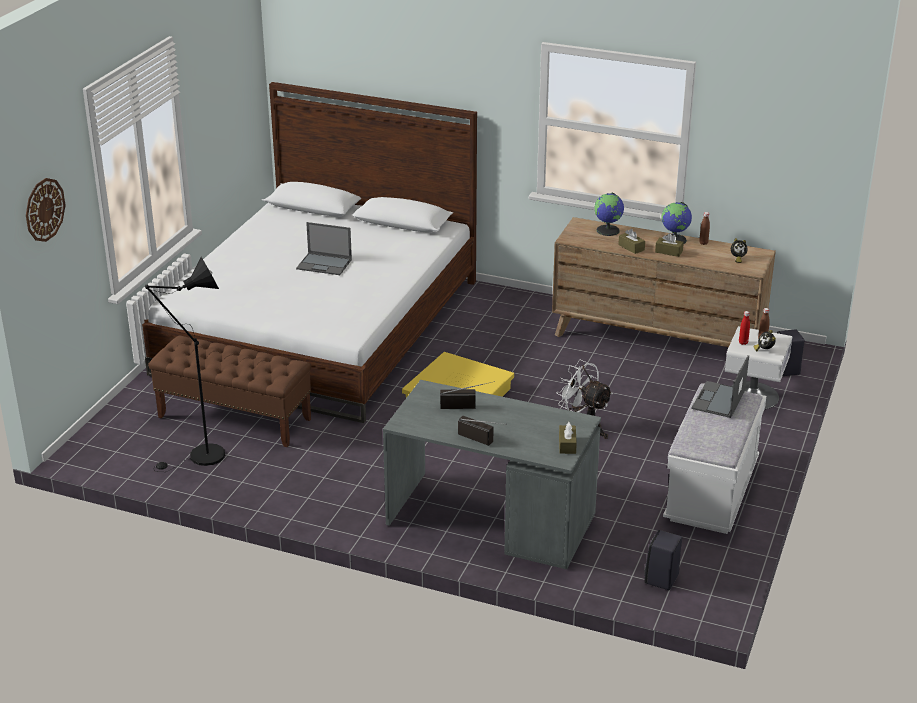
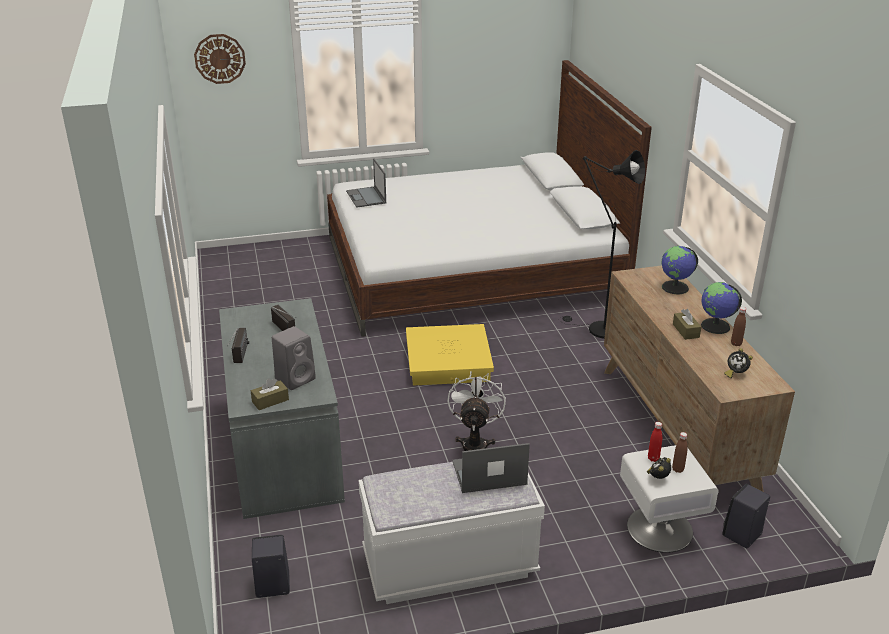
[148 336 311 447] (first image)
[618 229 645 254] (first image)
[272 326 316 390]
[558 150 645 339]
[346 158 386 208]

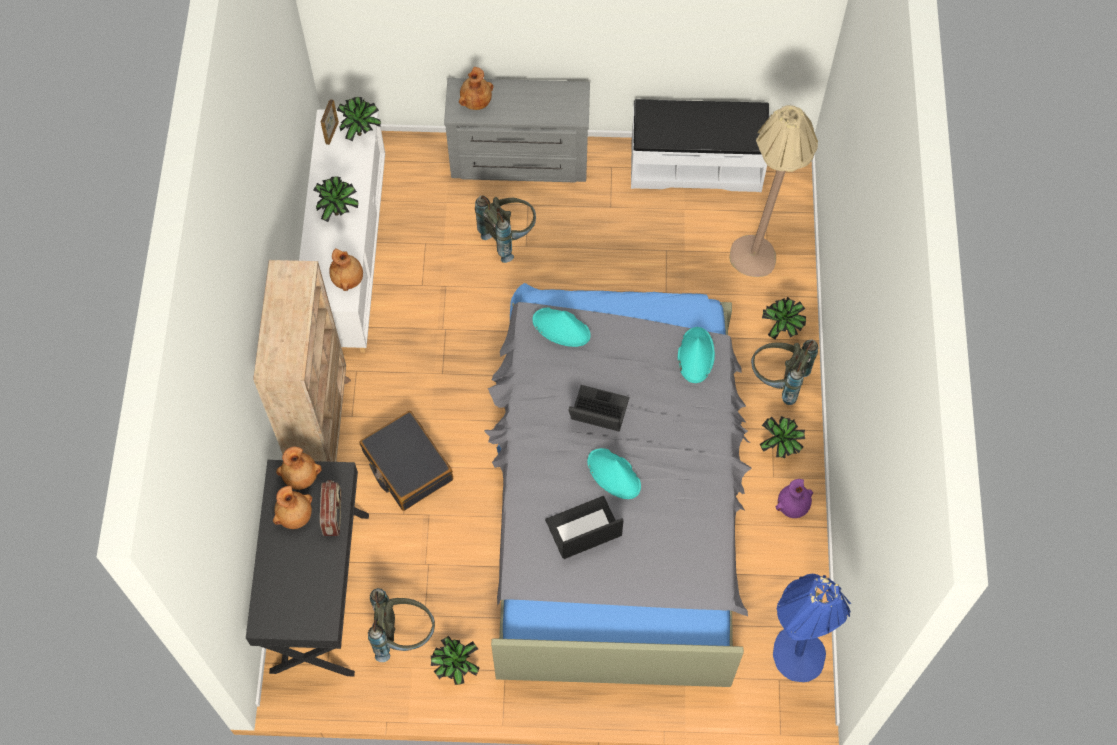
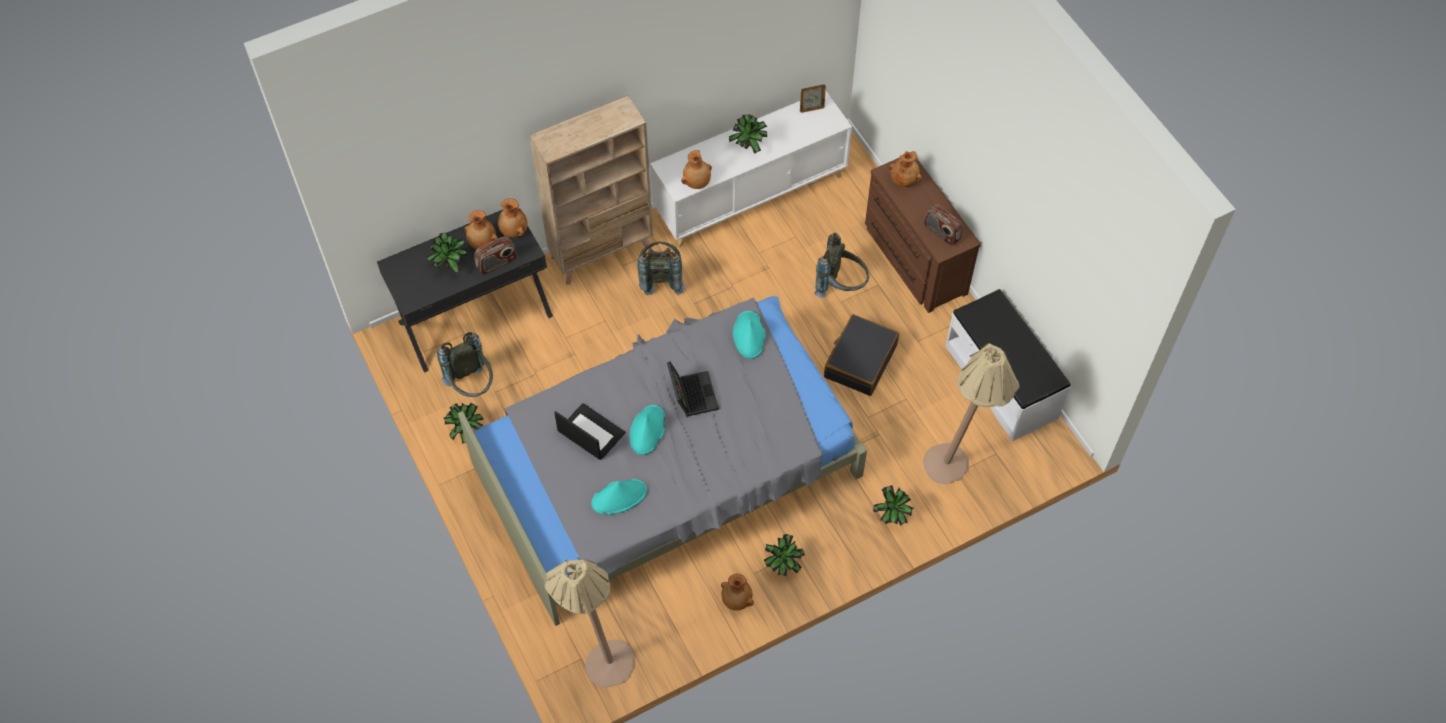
[924 204 962 246]
[427 233 467 274]
[824 314 899 396]
[592 479 647 514]
[638 242 685 295]
[865 158 981 313]
[545 557 635 687]
[721 574 754 611]

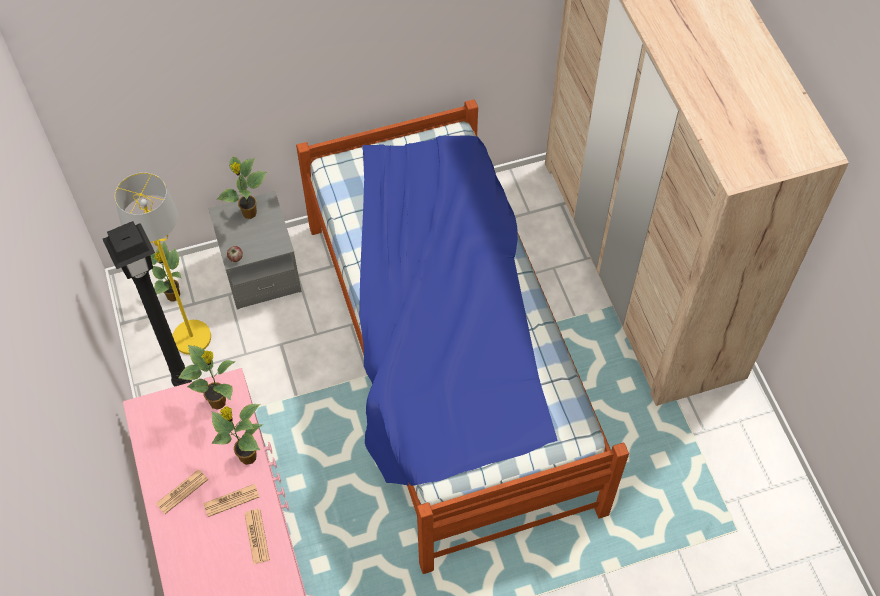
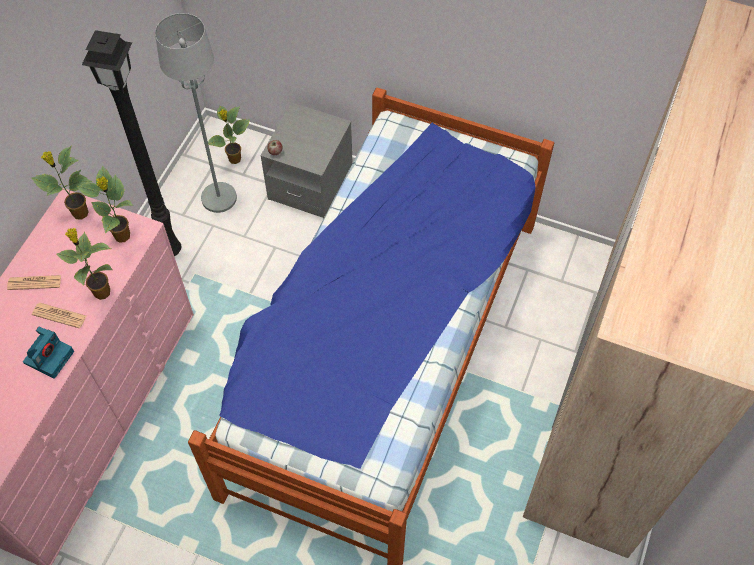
[31 146 92 220]
[23 327 74 379]
[155 13 237 213]

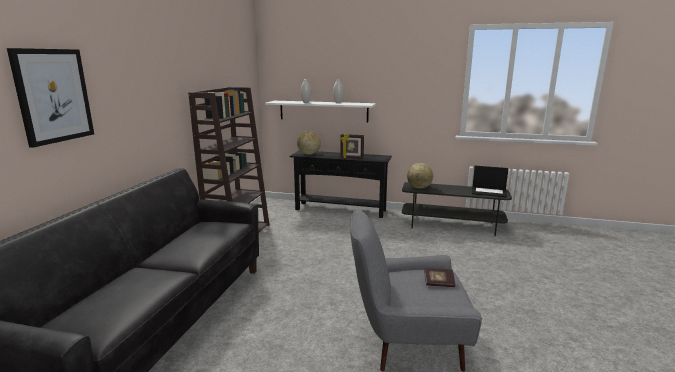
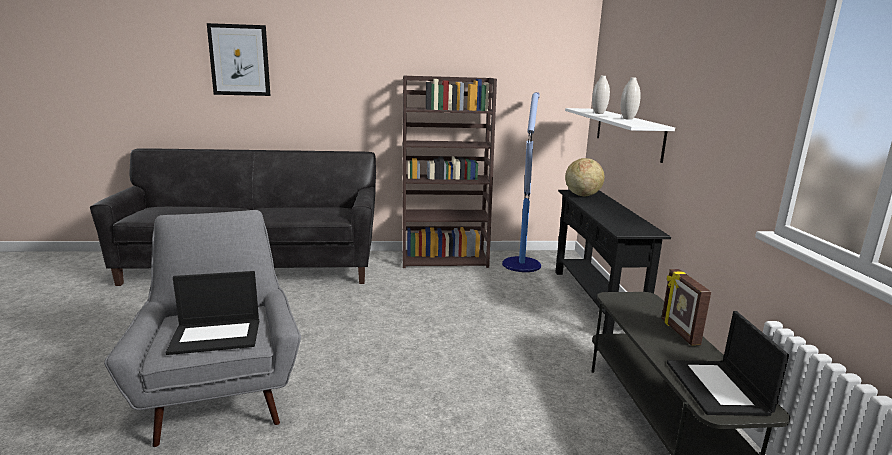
[407 163 433 189] (first image)
[502 92 541 272]
[662 269 711 345]
[166 271 259 355]

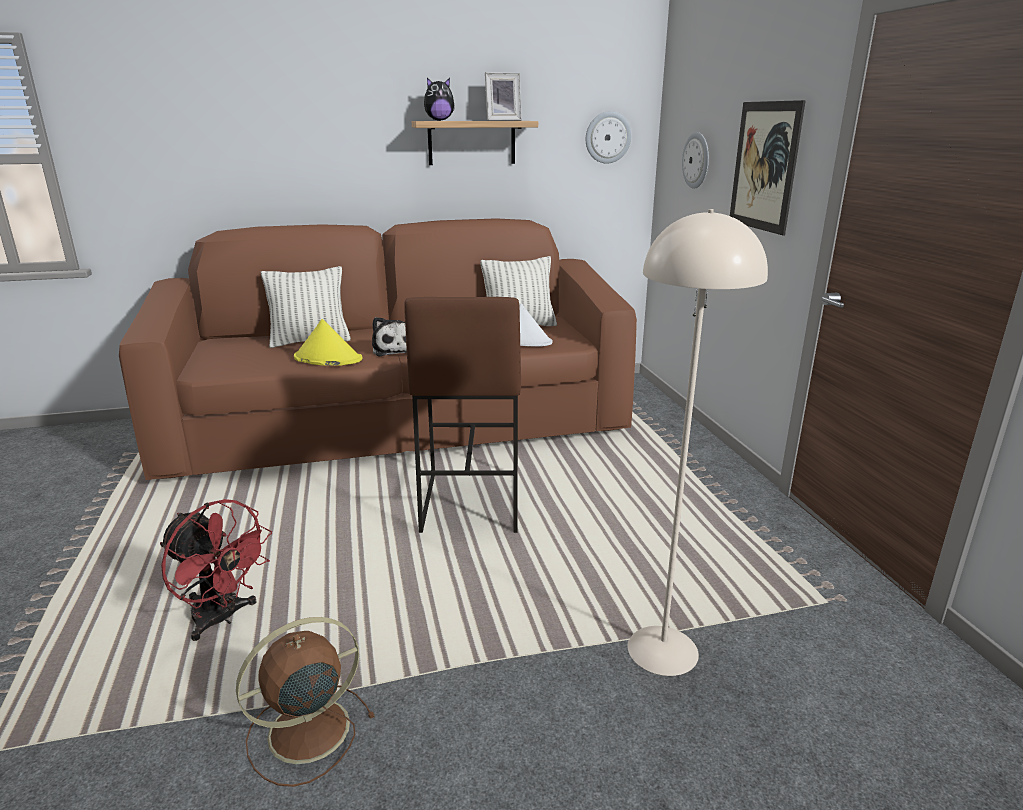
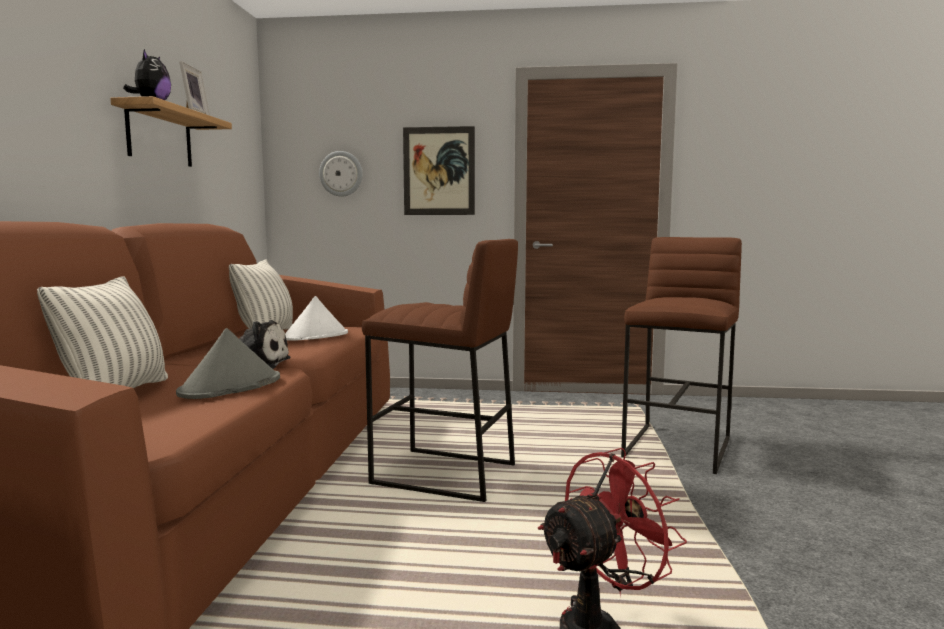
[236 617 375 787] (first image)
[586 111 631 164] (first image)
[621 237 742 474]
[176 328 280 399]

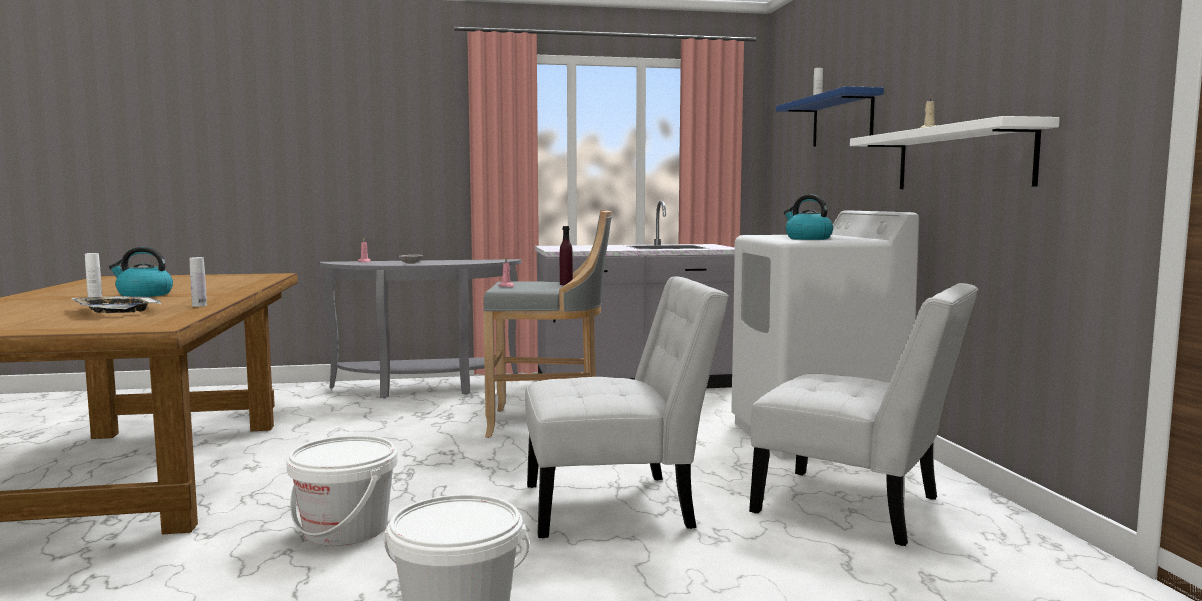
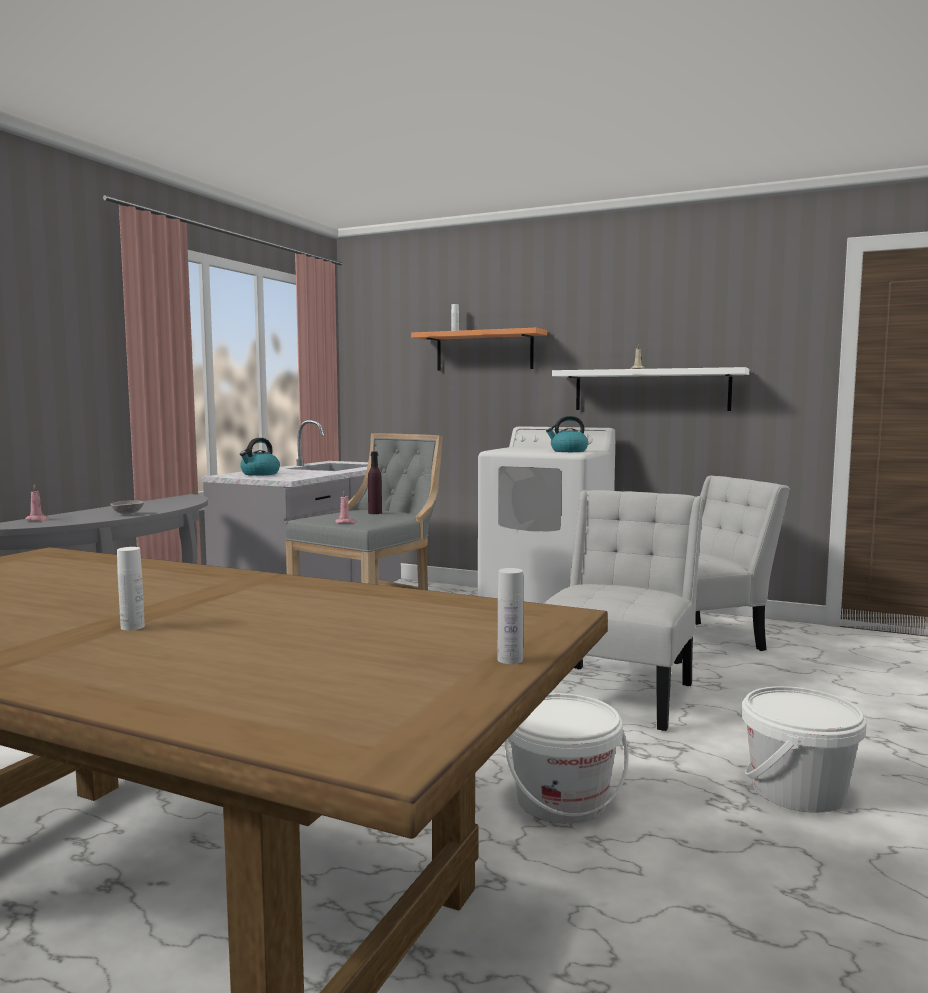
[71 296 161 313] (first image)
[240 438 280 476]
[498 568 524 664]
[411 328 547 371]

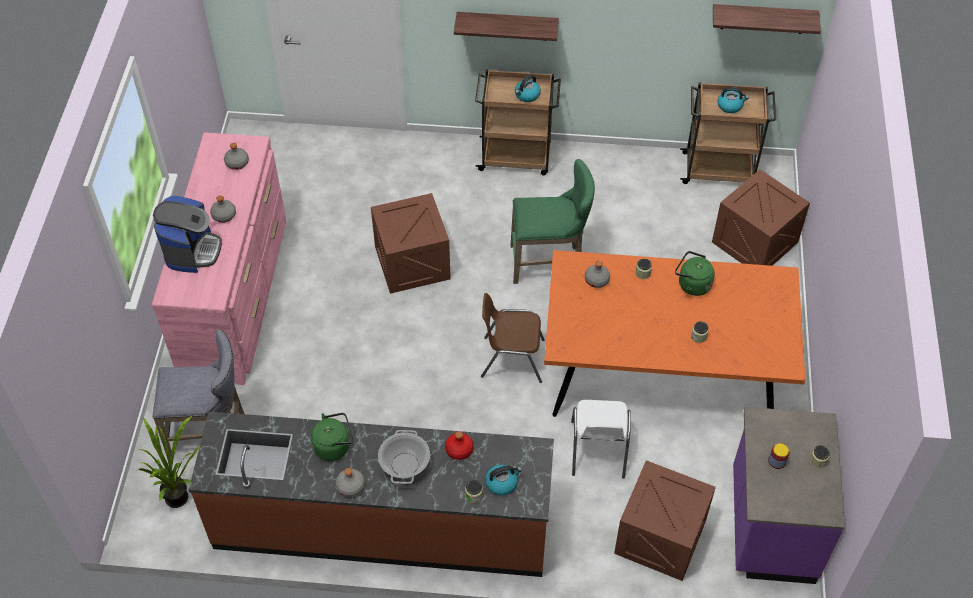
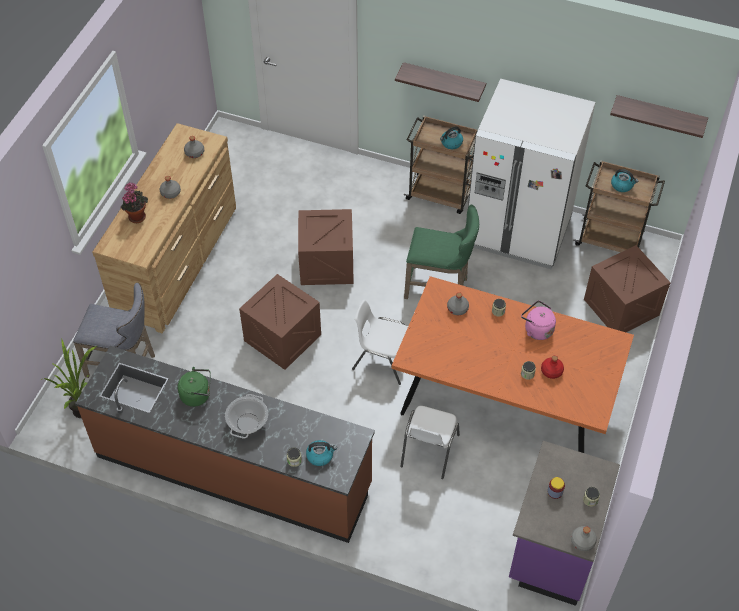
[468 79 596 270]
[571 526 597 551]
[541 355 564 379]
[239 274 321 370]
[121 182 148 223]
[92 123 236 333]
[352 300 408 385]
[521 301 556 340]

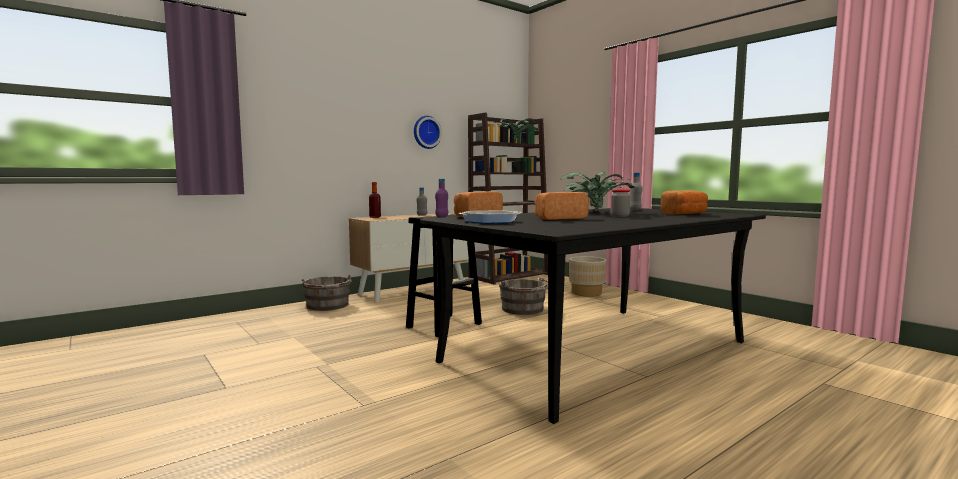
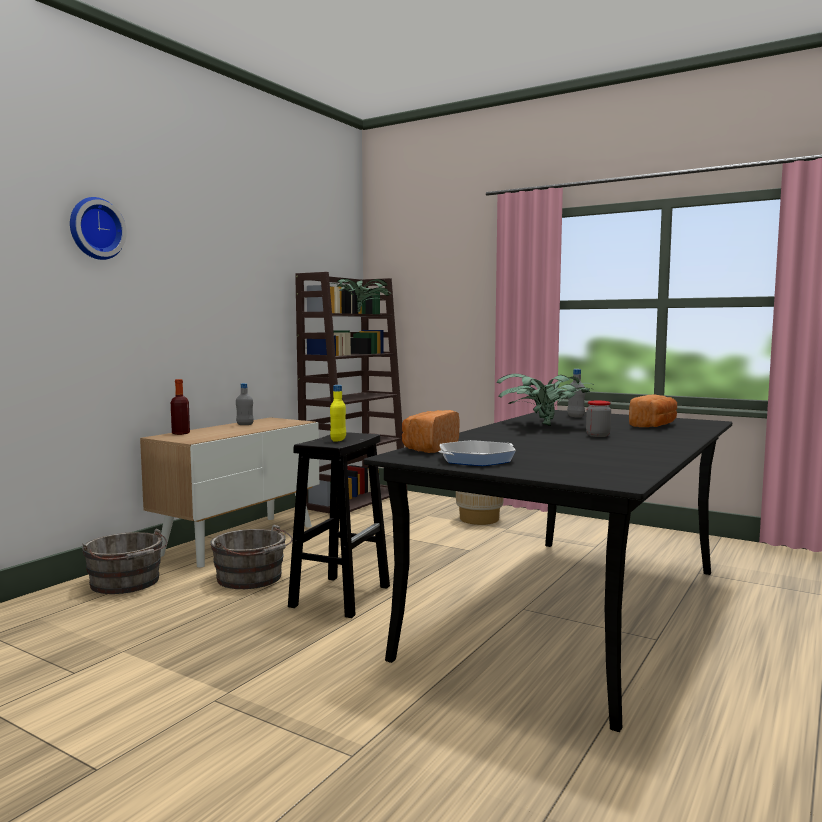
[534 192 589 220] (first image)
[70 197 127 260]
[210 524 293 589]
[330 385 346 442]

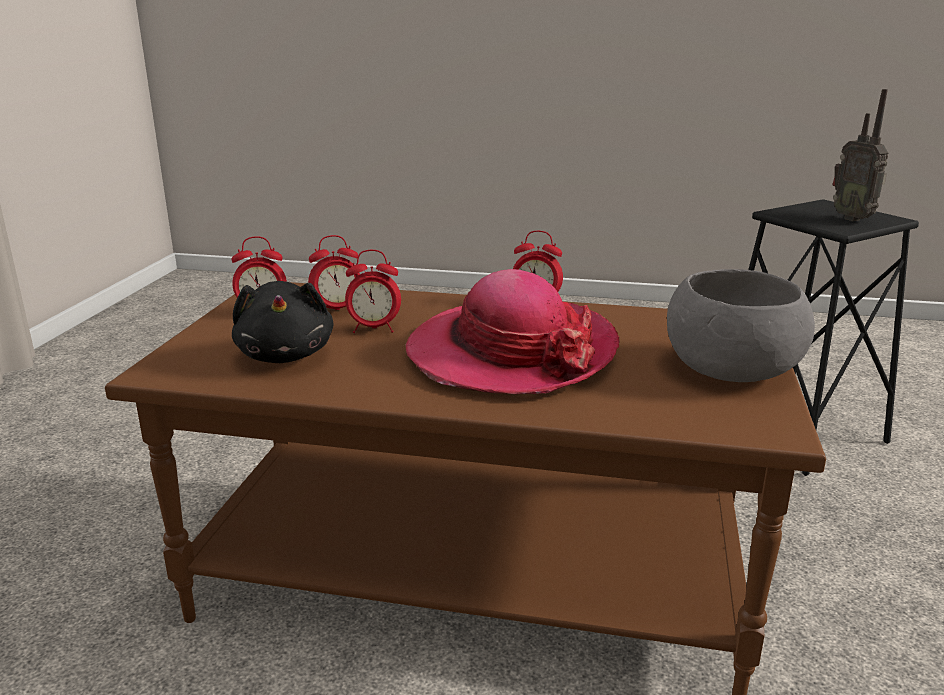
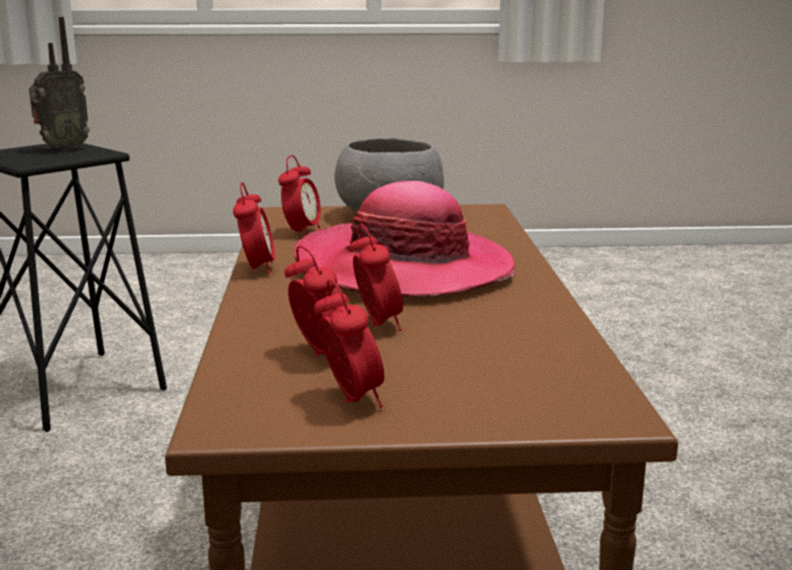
[232 281 333 363] (first image)
[278 155 321 236]

